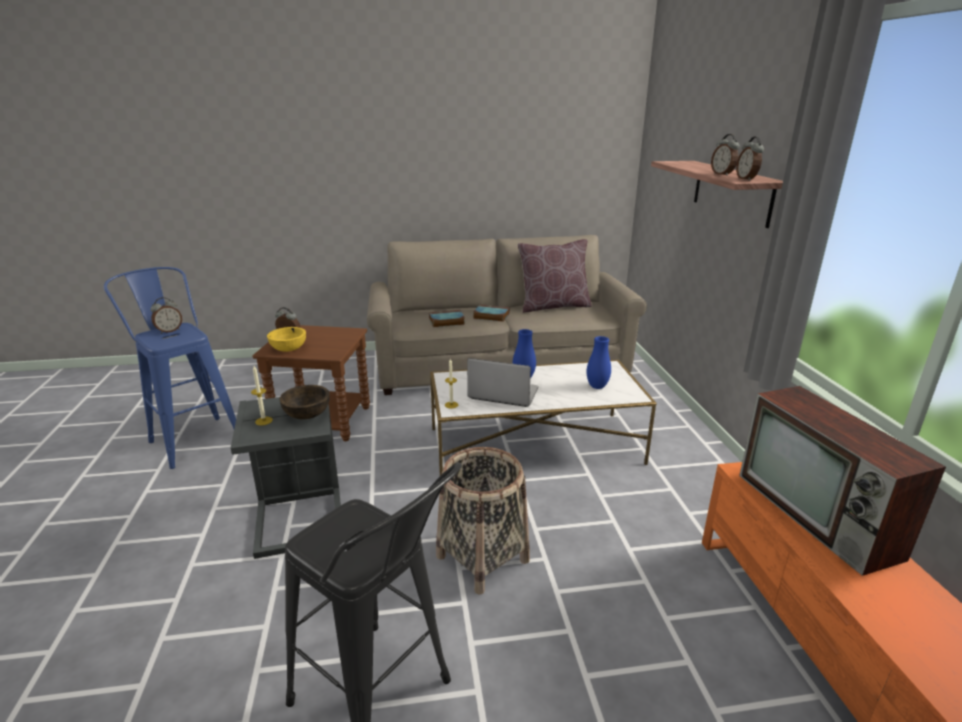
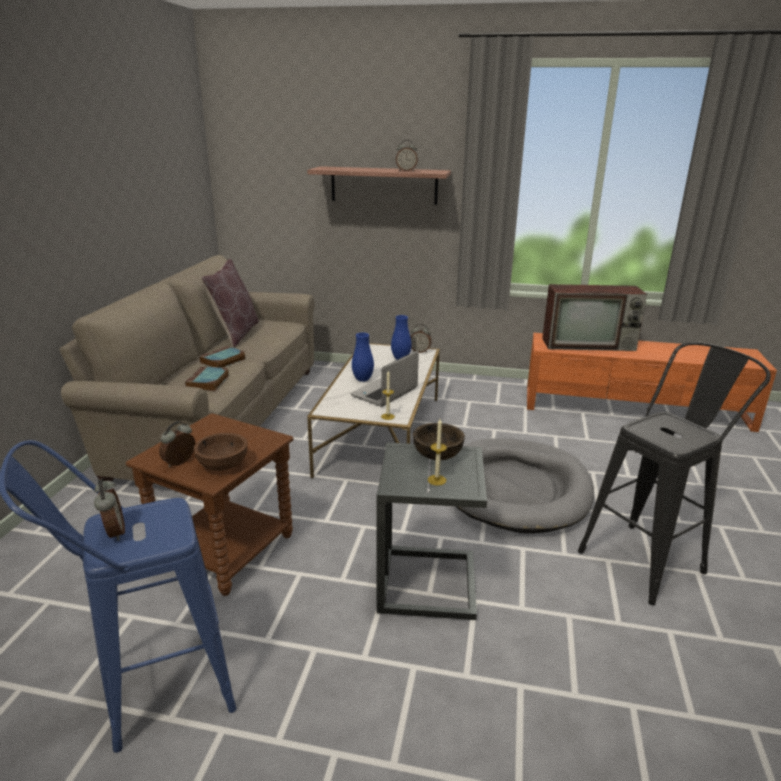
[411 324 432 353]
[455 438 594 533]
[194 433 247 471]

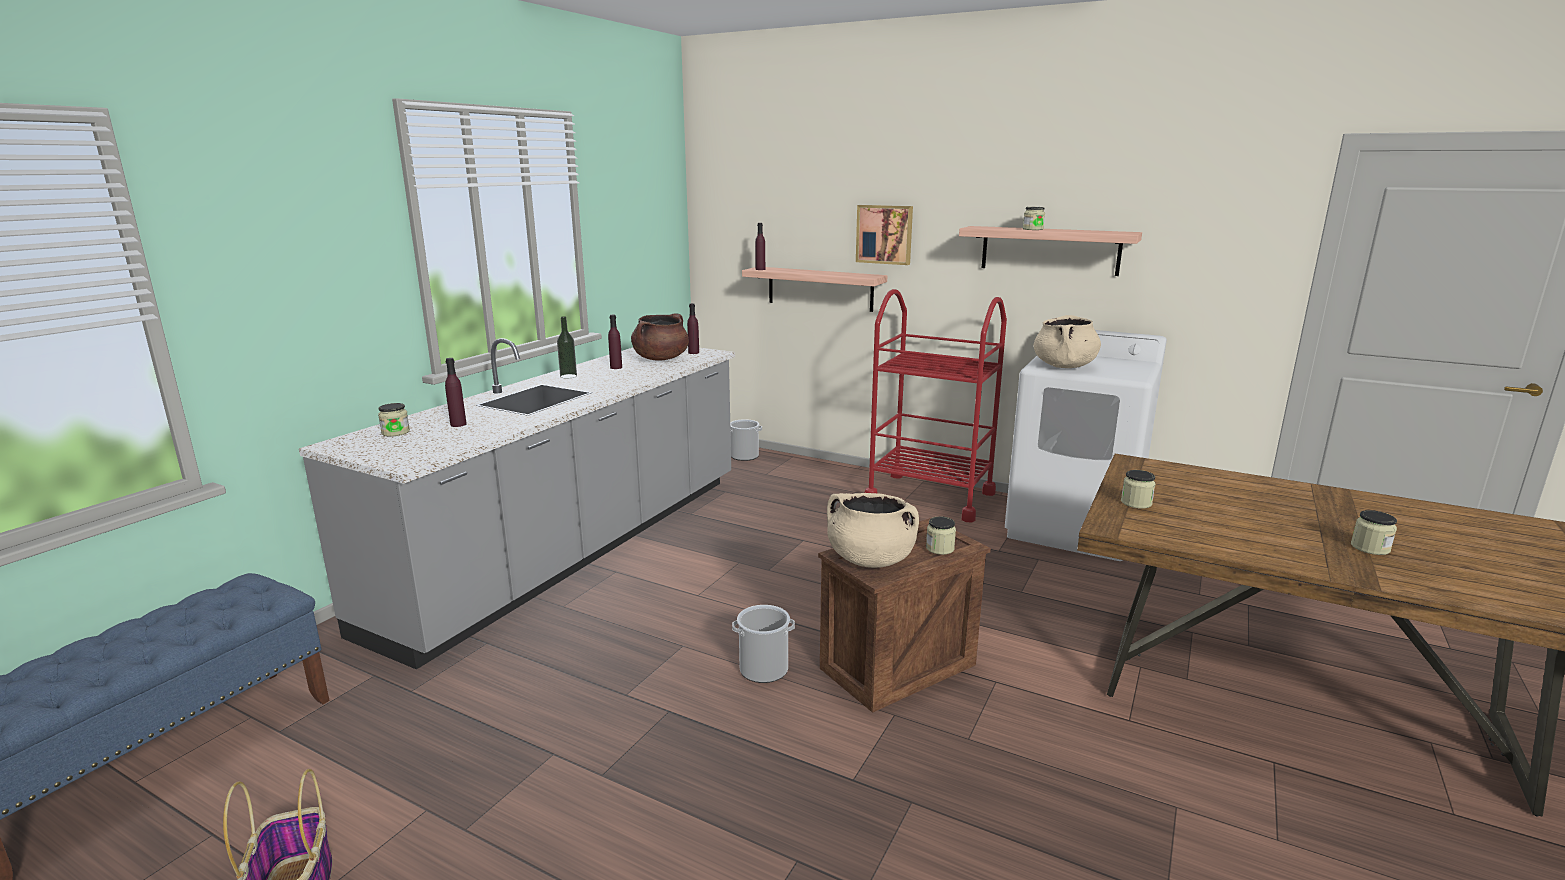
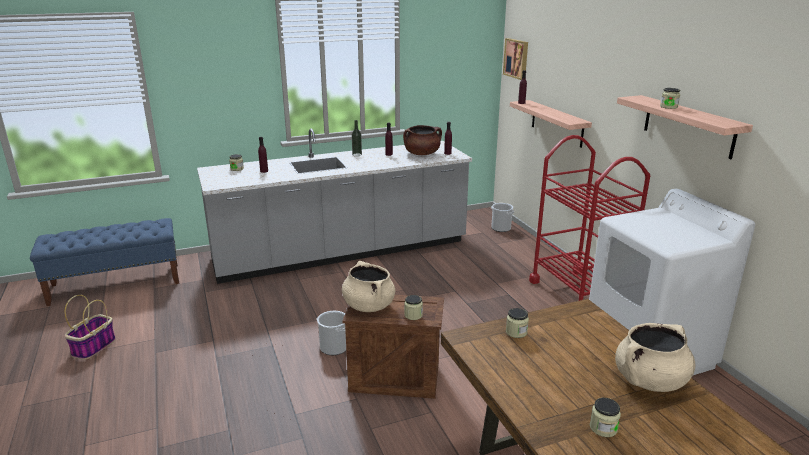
[503 38 528 80]
[615 323 695 392]

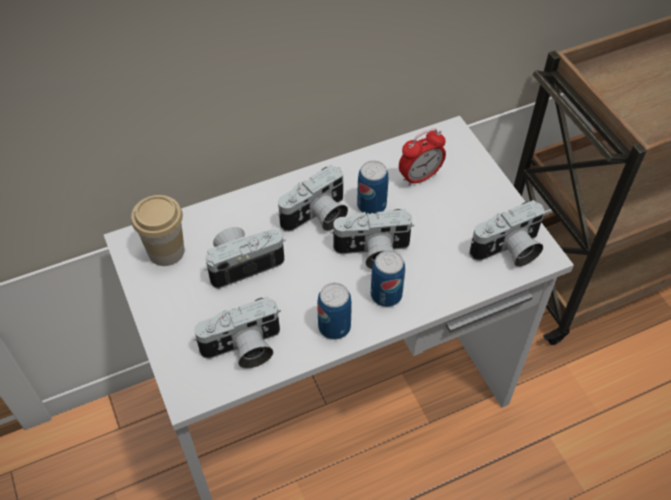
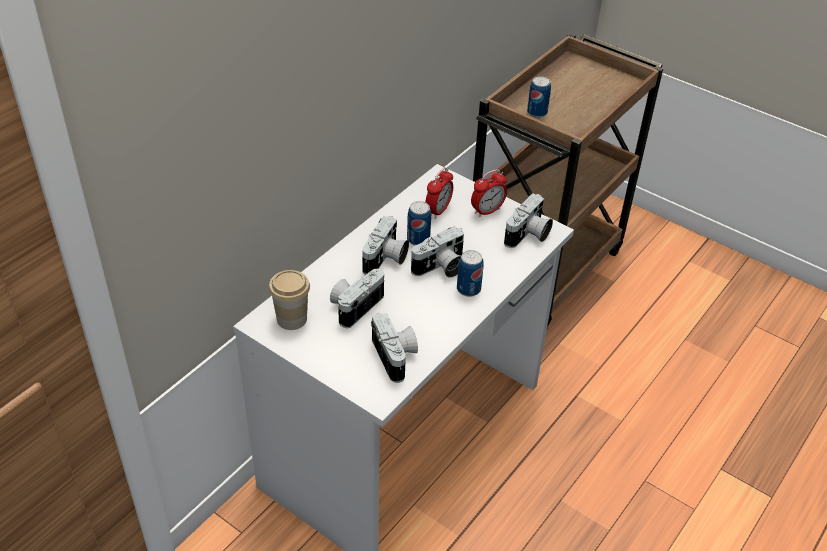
[471 169 507 217]
[527 76 551 118]
[371 313 418 383]

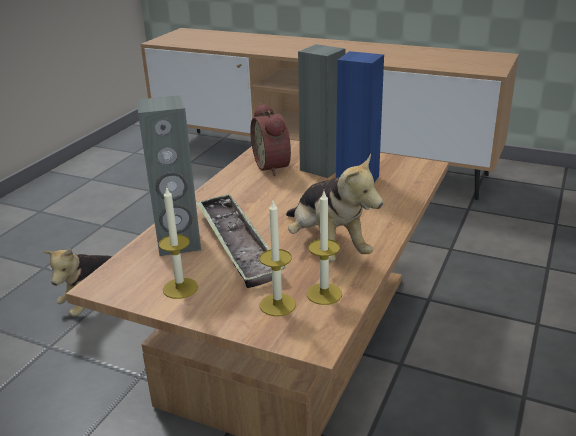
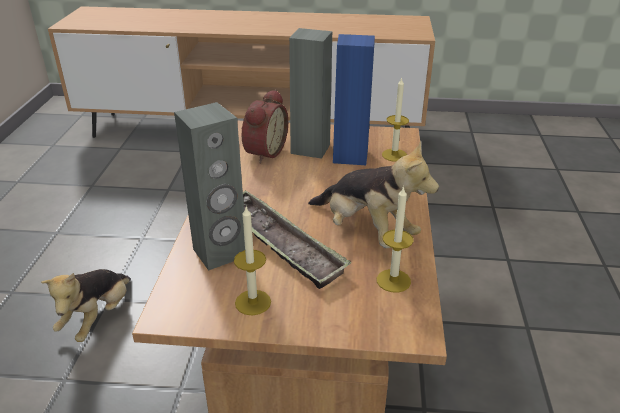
[382 77 409 162]
[241 89 288 164]

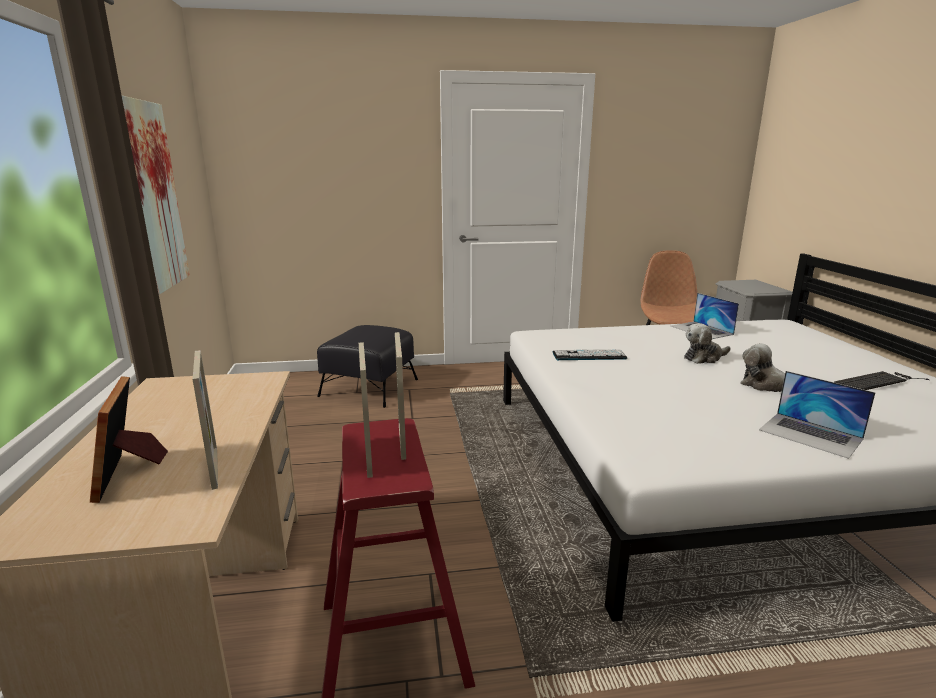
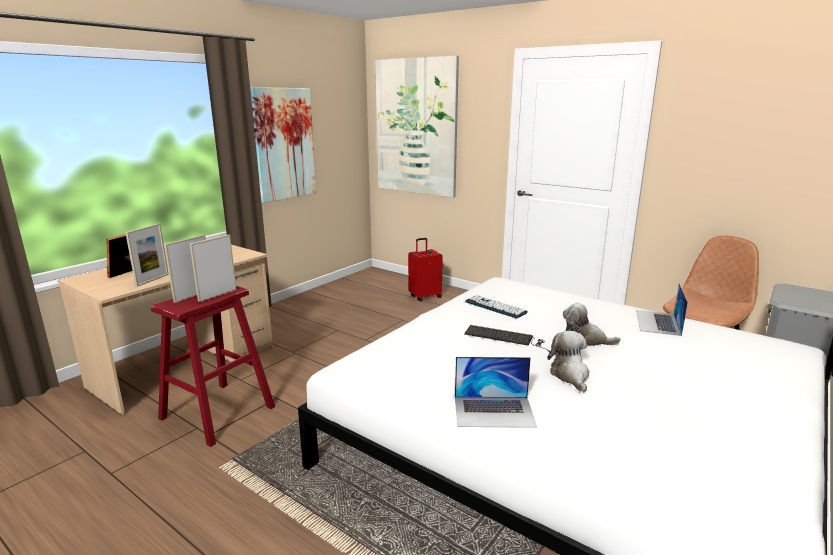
[375 56 459 198]
[464 325 550 352]
[408 238 443 302]
[455 357 537 428]

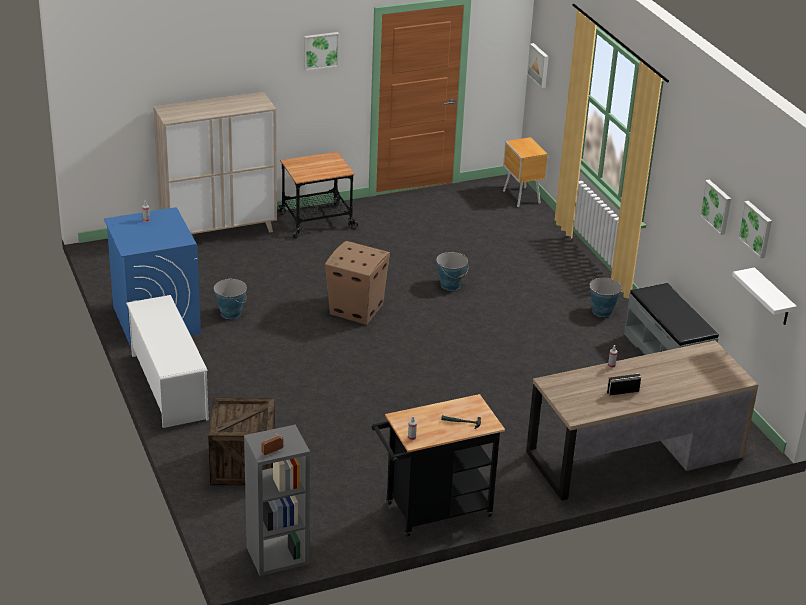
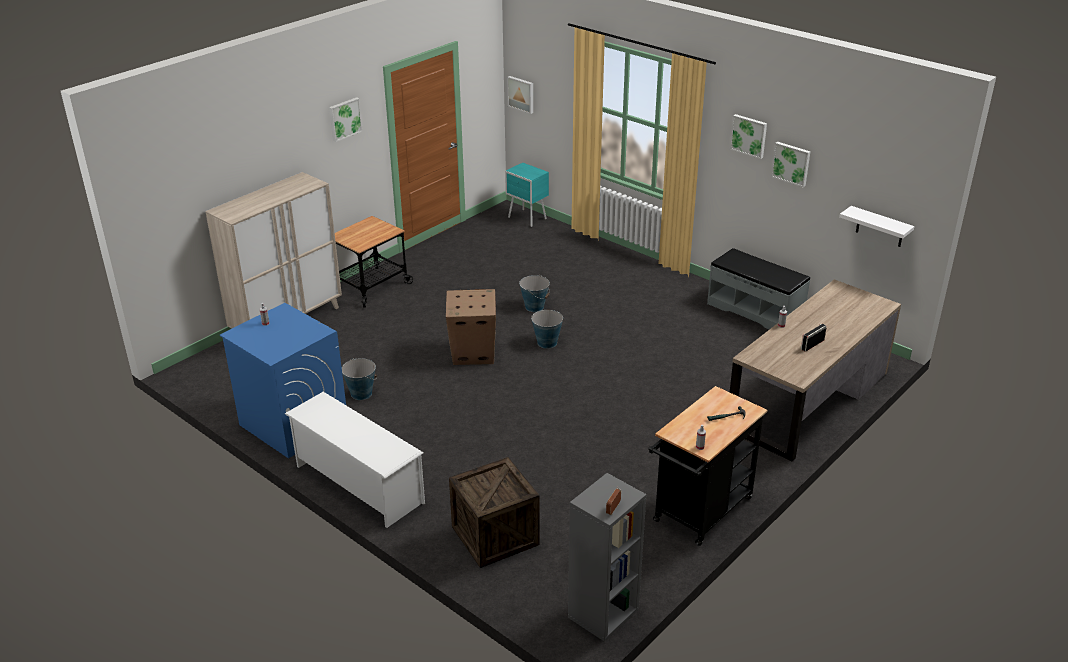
[531 310 564 349]
[730 114 767 159]
[505 163 549 227]

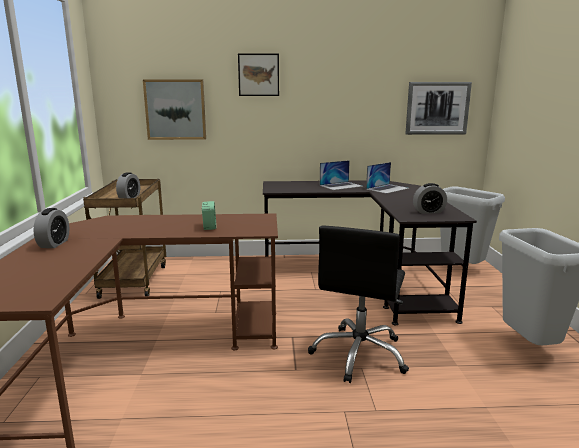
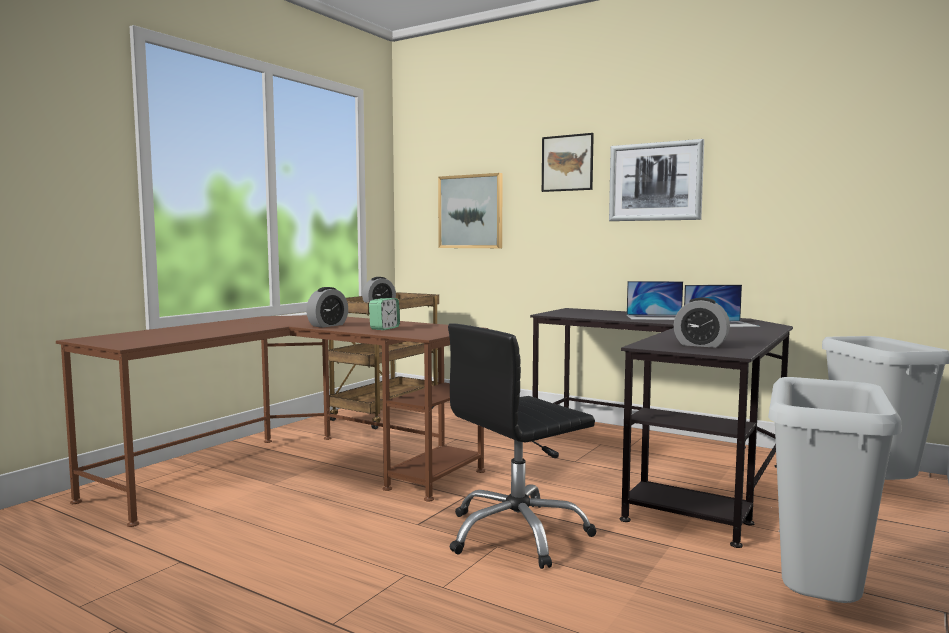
[306 287 348 328]
[609 139 704 221]

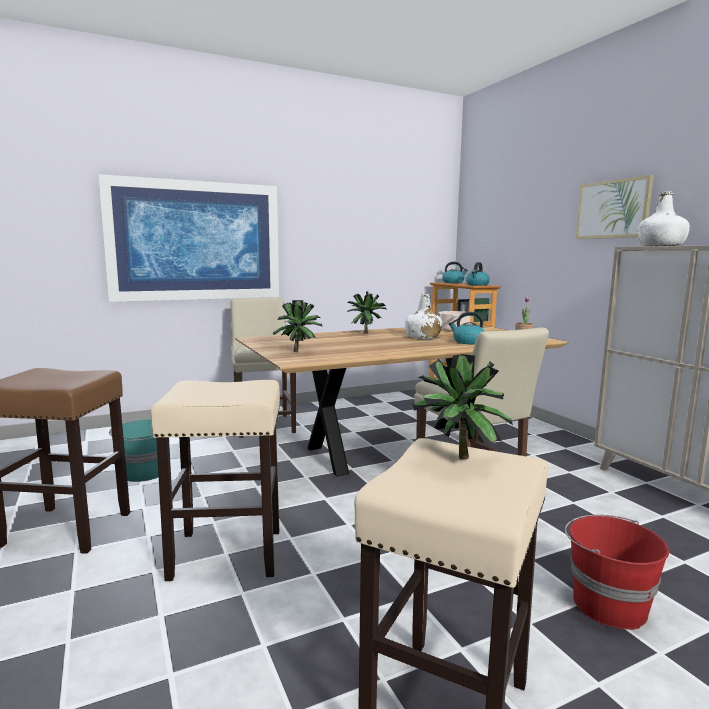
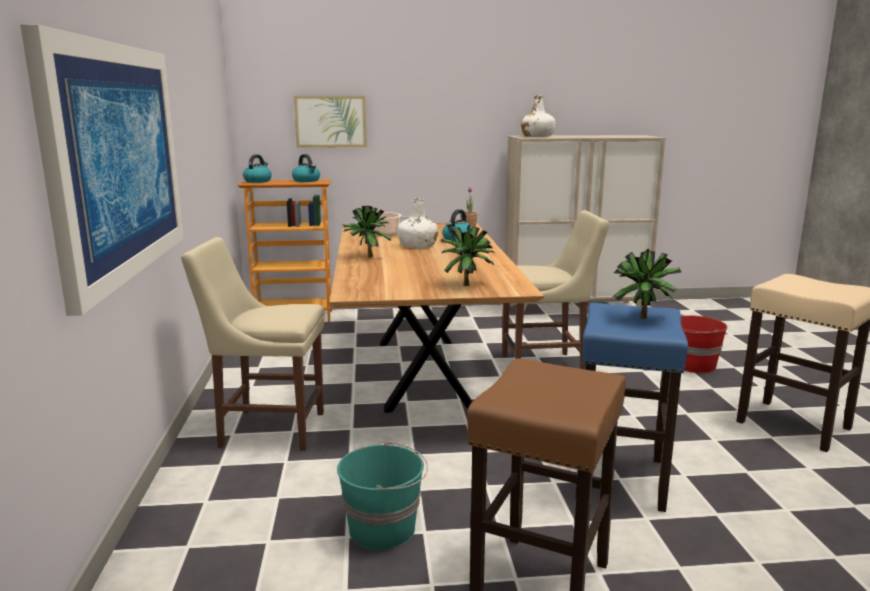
[613 249 681 319]
[294 96 367 148]
[575 303 688 512]

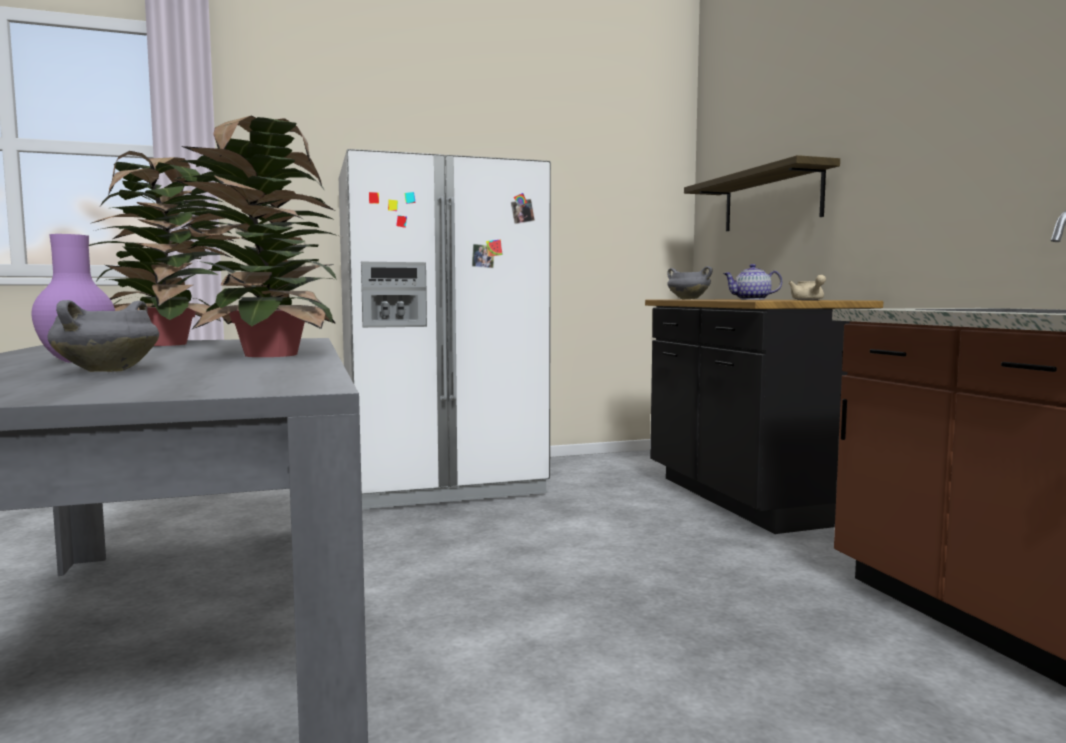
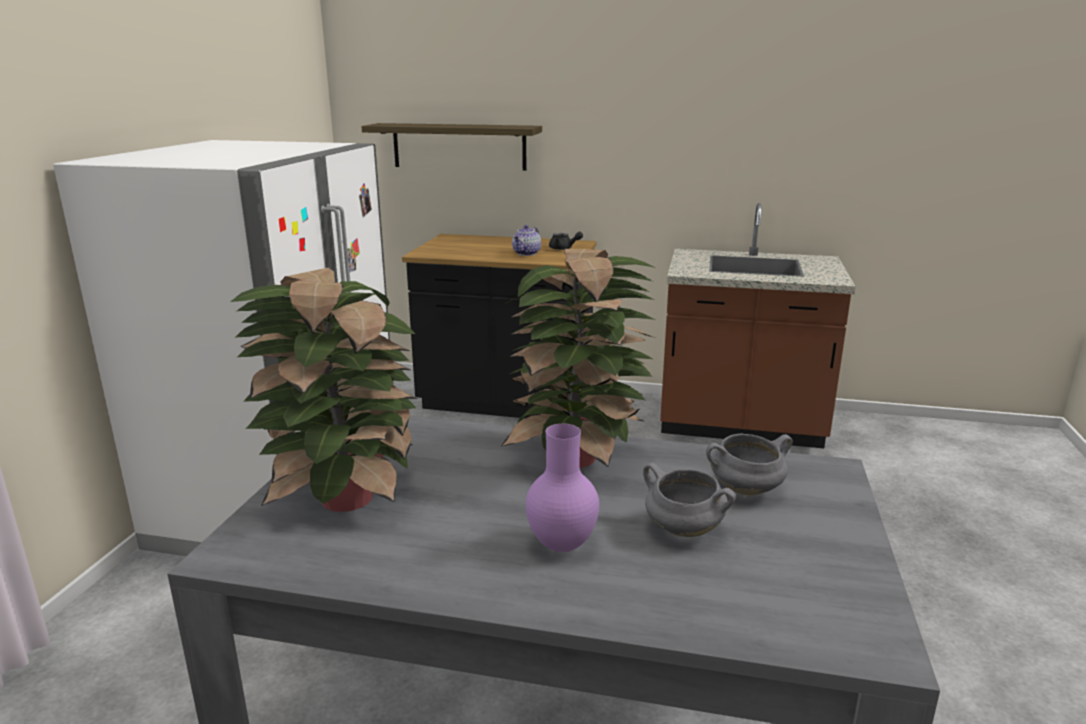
[706 434 793 496]
[549 232 583 250]

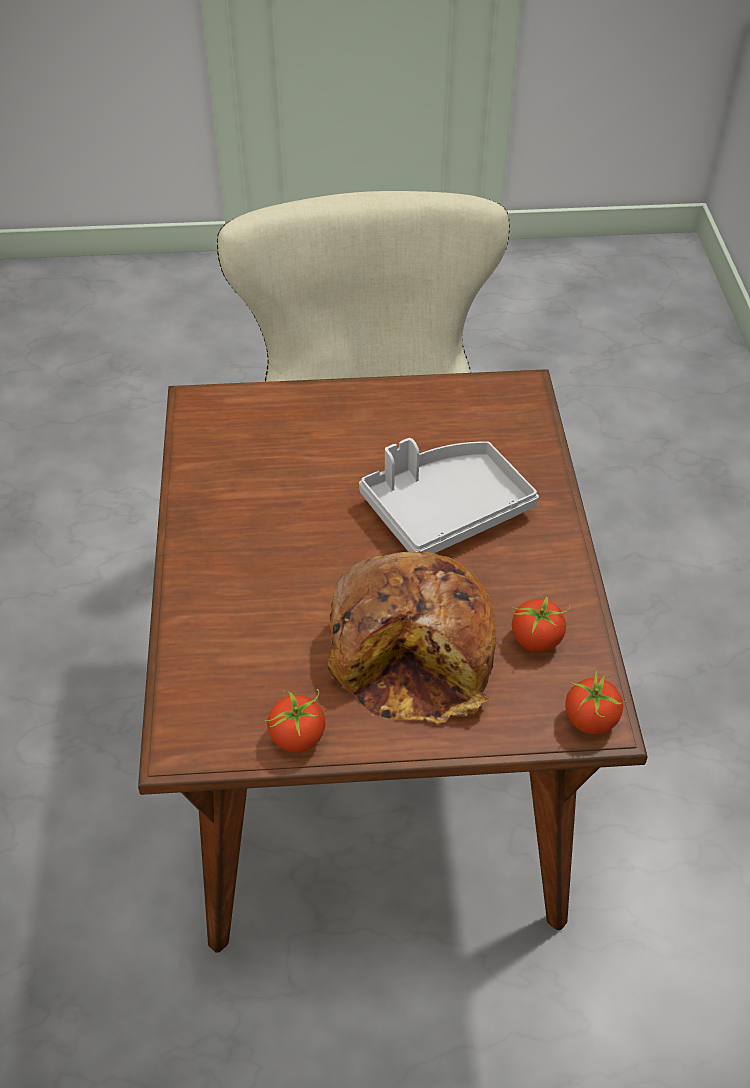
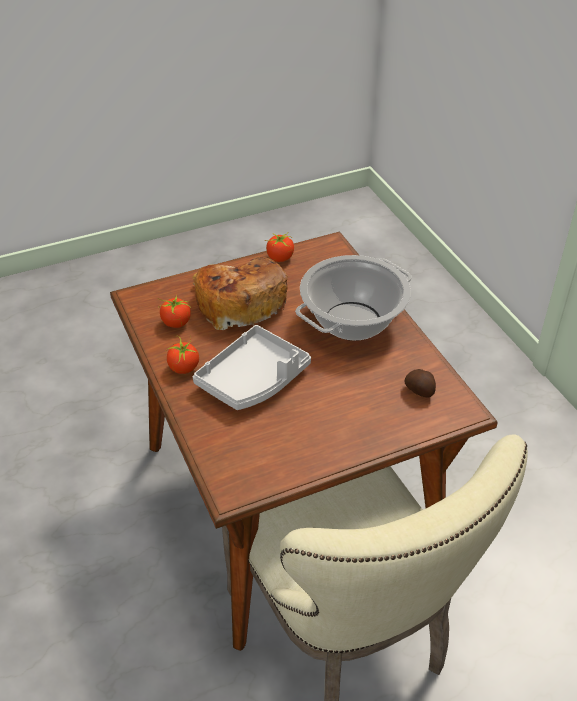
[295 255 412 341]
[405 369 436 397]
[165 335 199 374]

